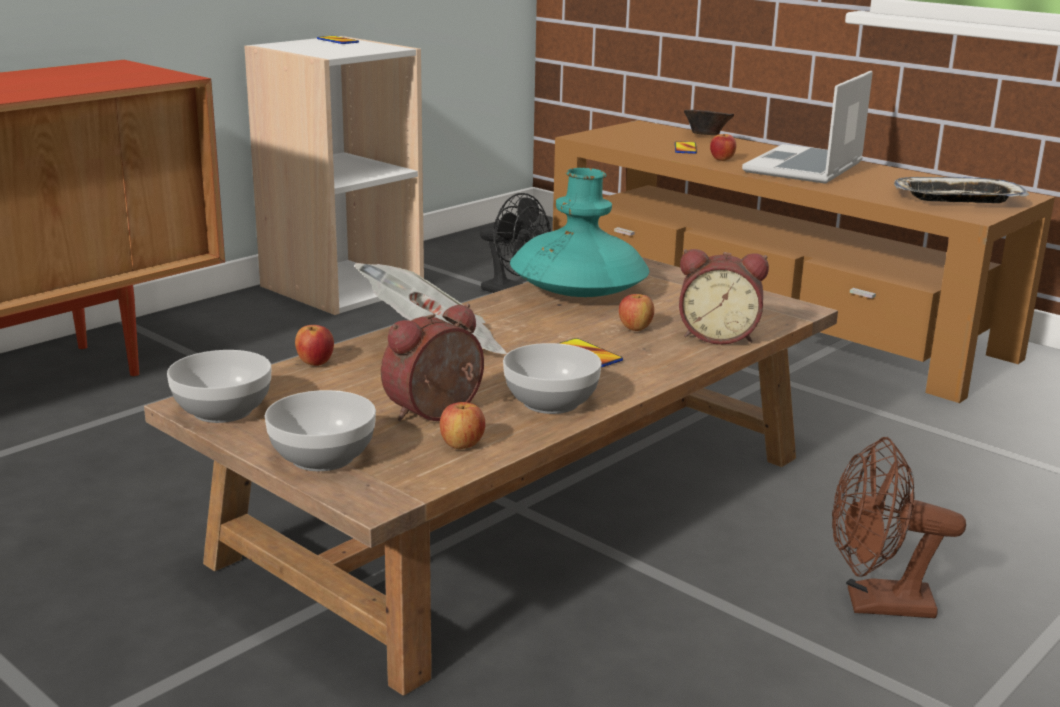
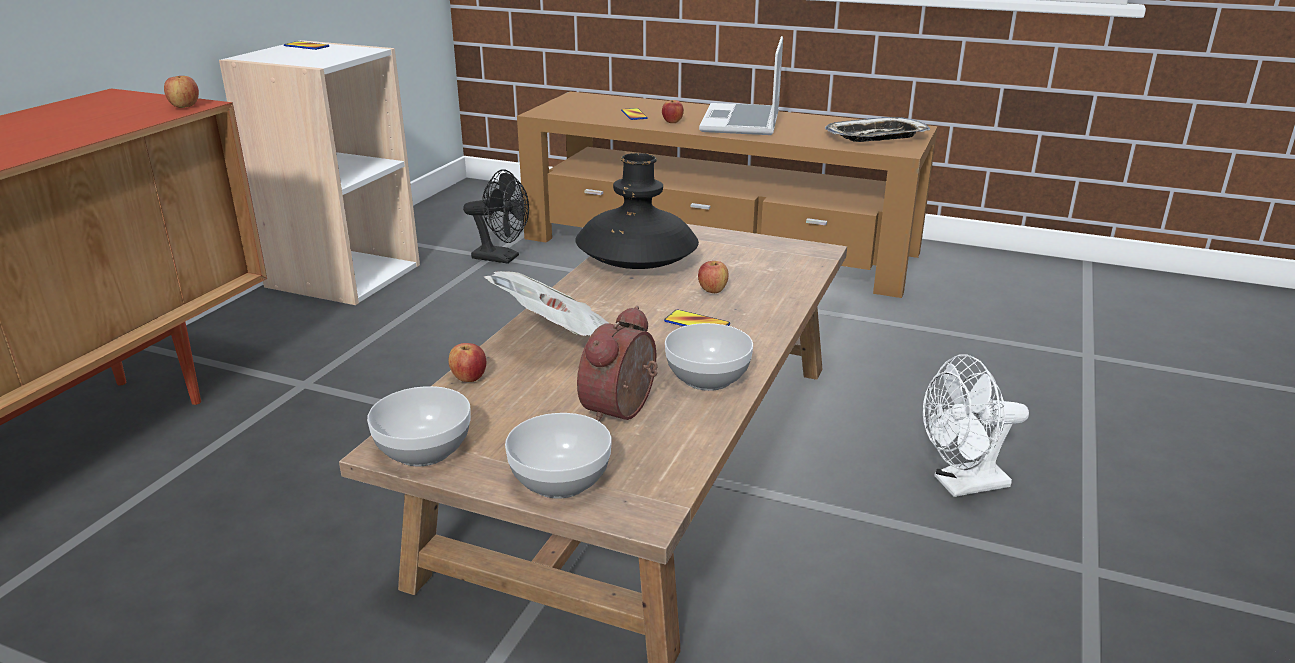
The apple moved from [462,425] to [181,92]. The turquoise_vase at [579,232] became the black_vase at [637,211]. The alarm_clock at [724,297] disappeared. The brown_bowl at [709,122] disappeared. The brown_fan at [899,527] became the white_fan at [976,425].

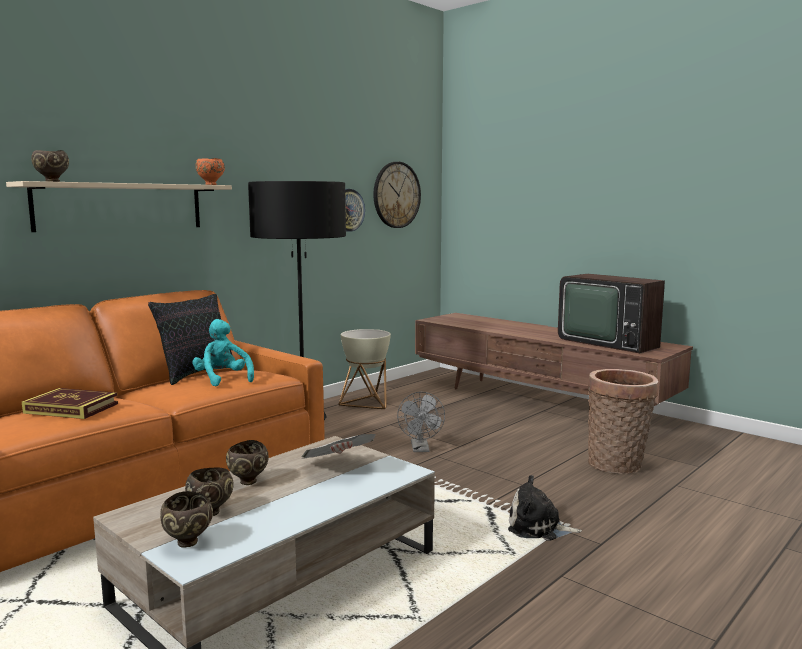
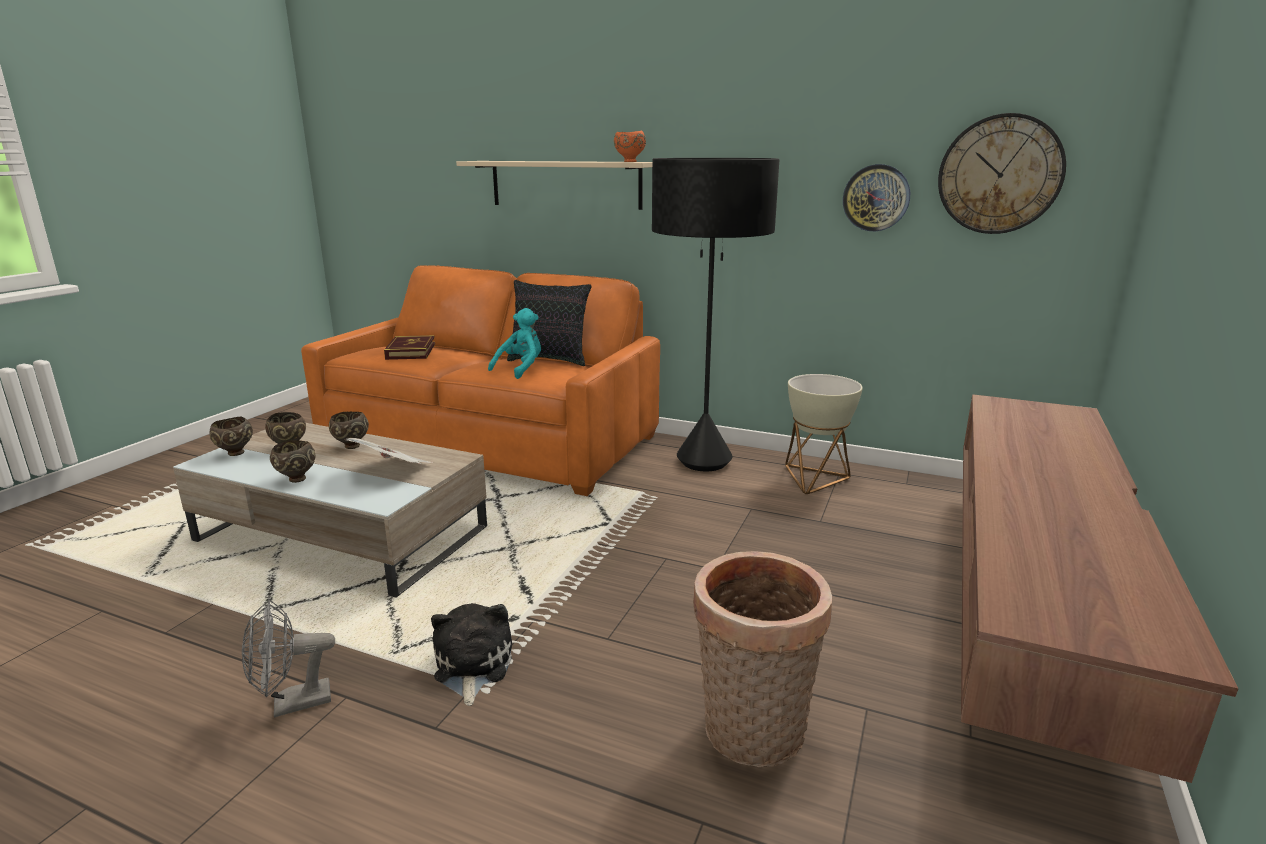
The brown_bowl moved from [50,166] to [292,461]. The grey_fan moved from [421,422] to [288,658]. The television at [611,313] disappeared.

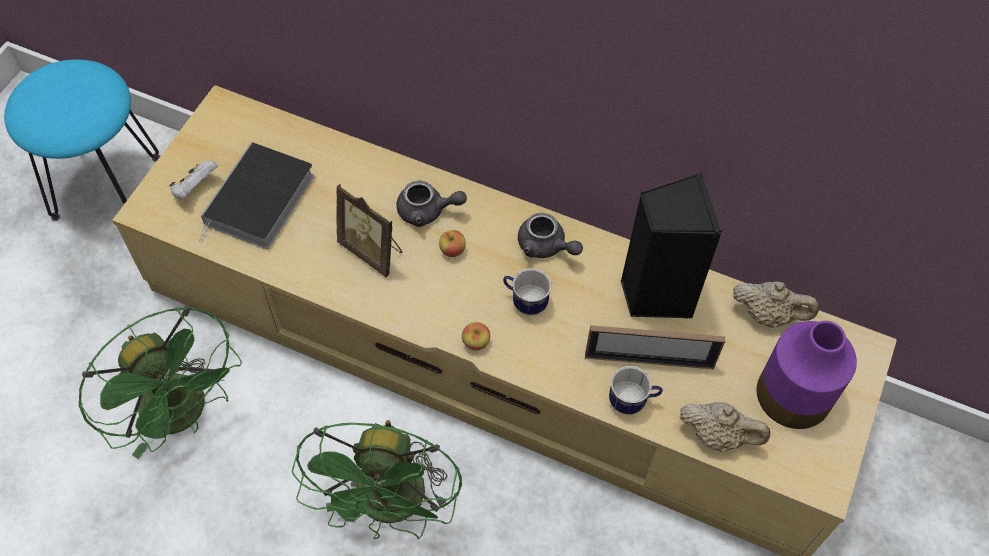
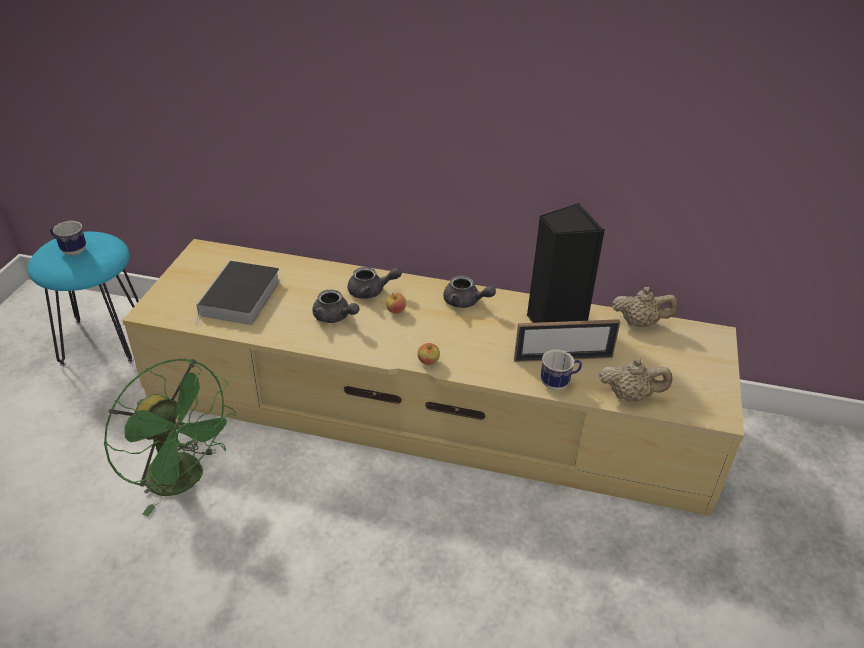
The white_game_controller at [193,180] disappeared. The green_fan at [377,479] disappeared. The picture_frame at [369,230] was replaced by the grey_teapot at [336,306]. The mug moved from [527,292] to [68,238]. The purple_vase at [807,375] disappeared.

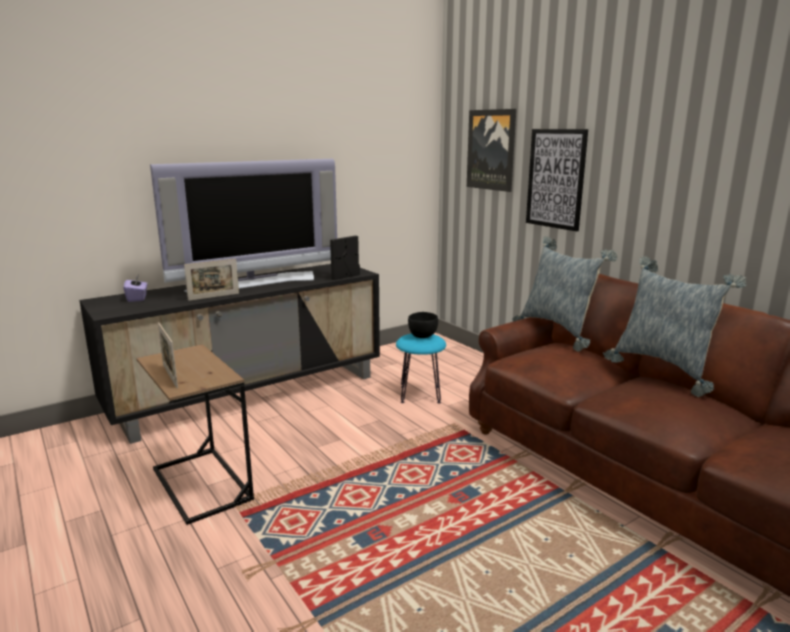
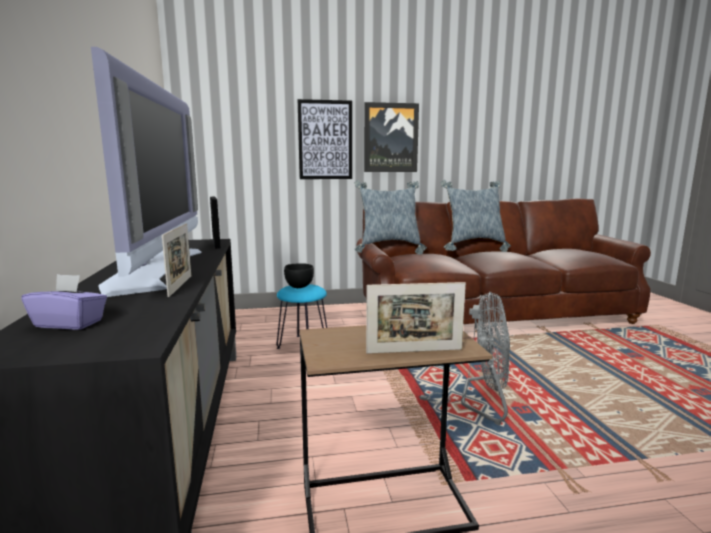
The picture moved from [491,150] to [391,137]. The grey_fan at [464,358] appeared.

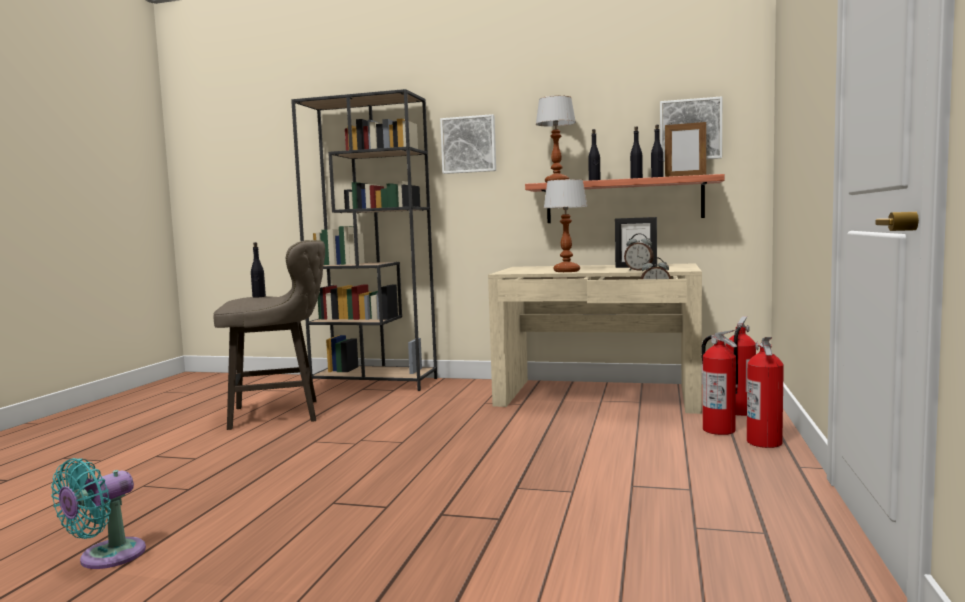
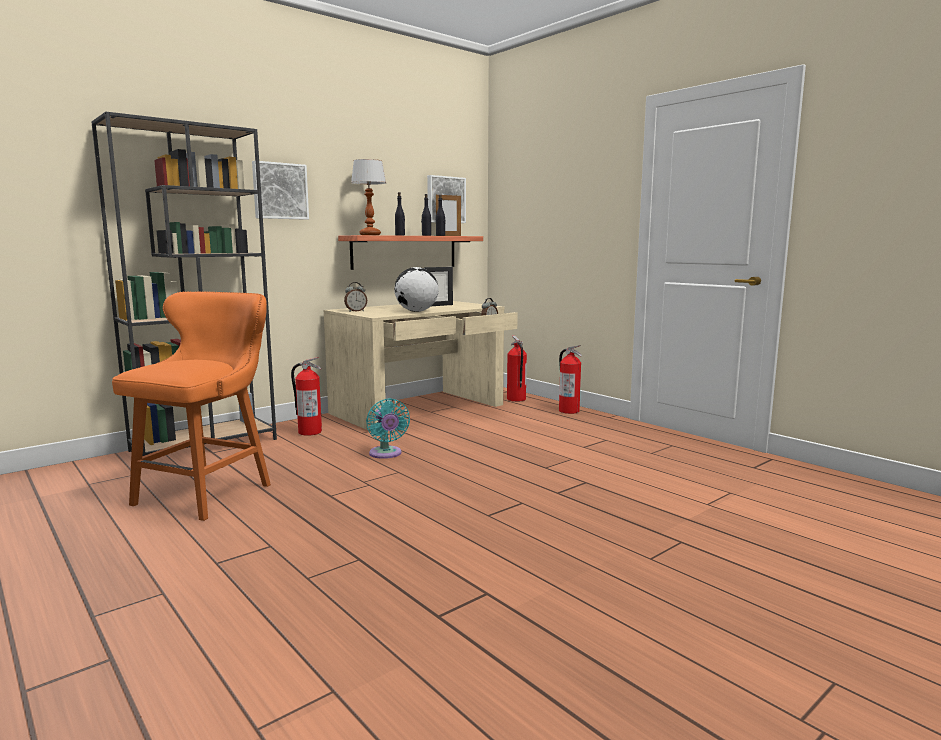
The turquoise_fan moved from [98,513] to [388,428]. The beige_stool at [269,335] became the orange_stool at [191,406]. The black_bottle at [258,269] disappeared. The table_lamp at [566,225] was replaced by the globe at [417,289]. The alarm_clock moved from [639,252] to [355,297]. The fire_extinguisher moved from [719,382] to [306,396].

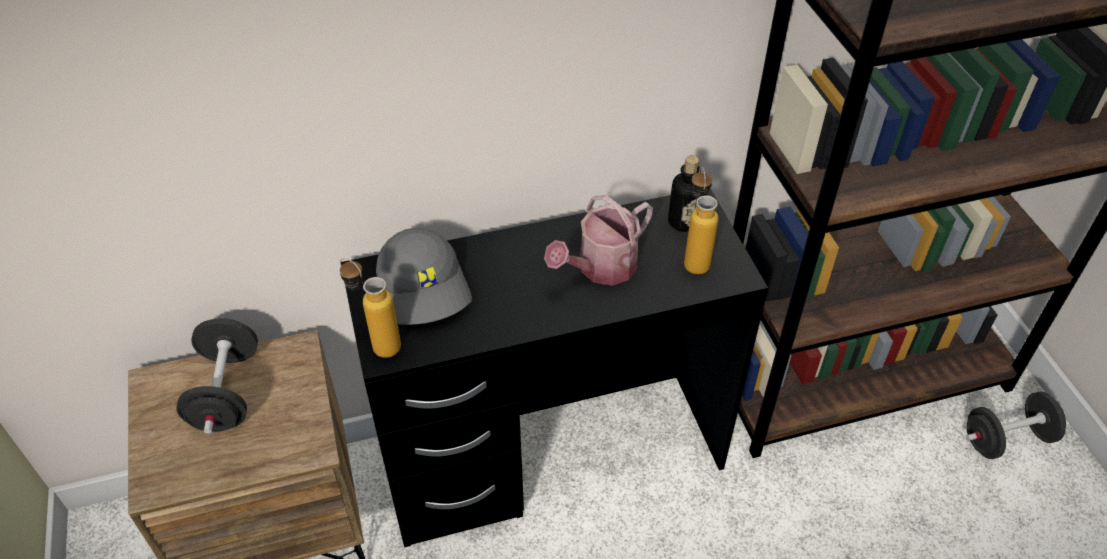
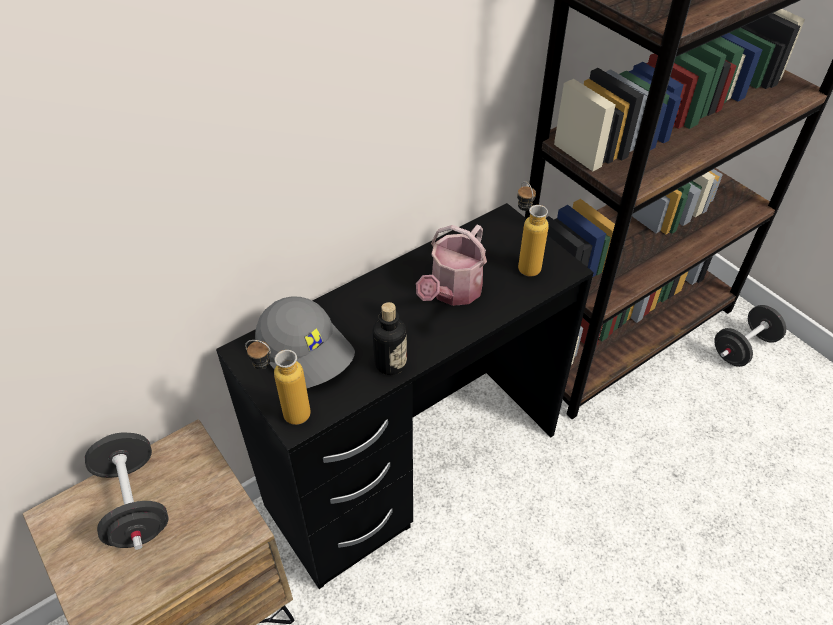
The bottle moved from [684,193] to [389,338].

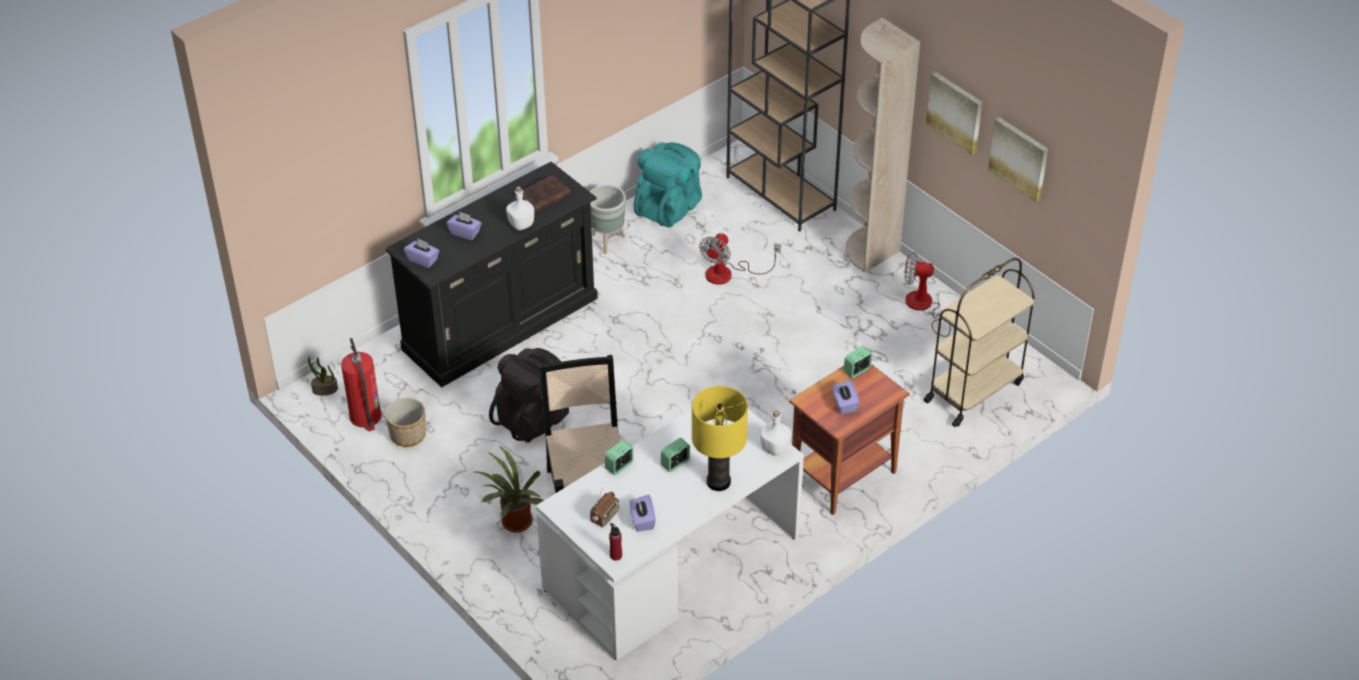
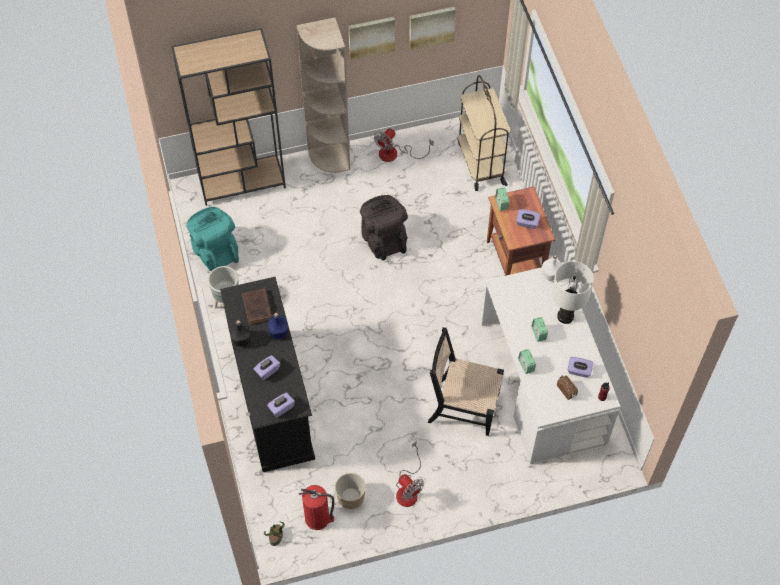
The potted_plant at [509,489] disappeared. The black_backpack moved from [529,395] to [384,228]. The white_bottle at [520,208] became the blue_bottle at [278,326]. The yellow_table_lamp at [720,438] became the white_table_lamp at [573,292]. The fan moved from [740,259] to [410,474]. The black_bottle at [240,333] appeared.

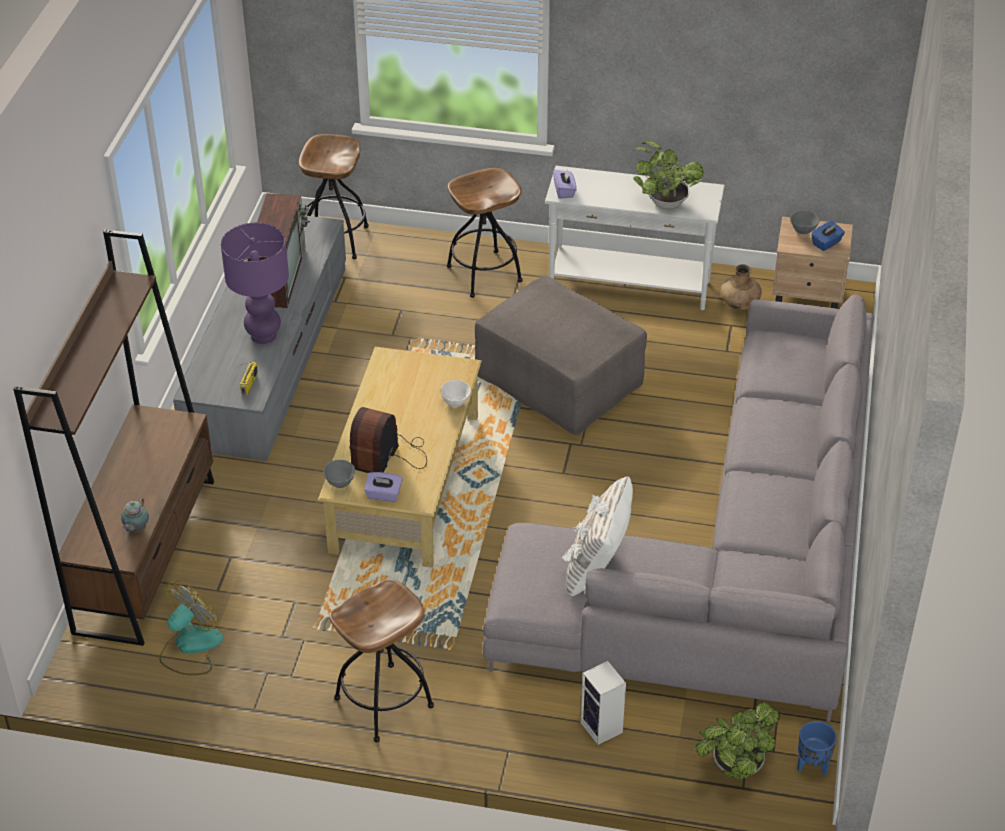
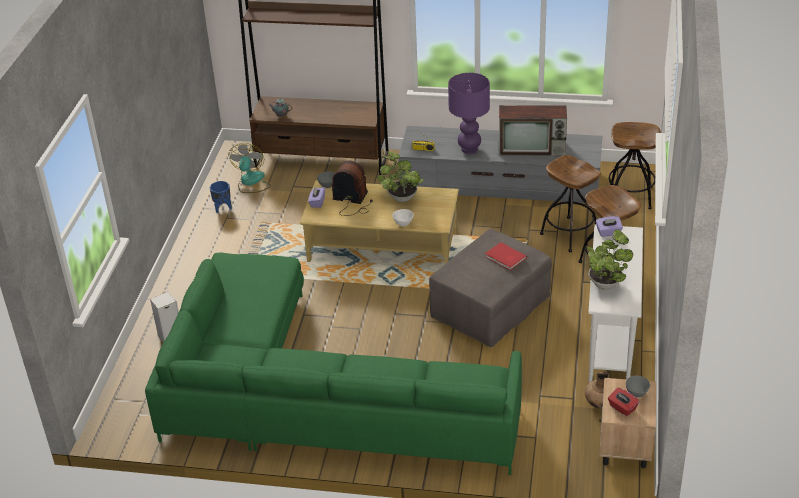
The fan at [191,627] turned 120 degrees counterclockwise. The brown_stool moved from [381,660] to [570,203]. The grey_sofa at [678,508] became the green_sofa at [333,364]. The white_pillow at [597,536] disappeared. The potted_plant moved from [738,741] to [400,177]. The blue_planter moved from [817,748] to [221,197]. The blue_tissue_box at [828,236] became the red_tissue_box at [623,401]. The red_book at [506,256] appeared.

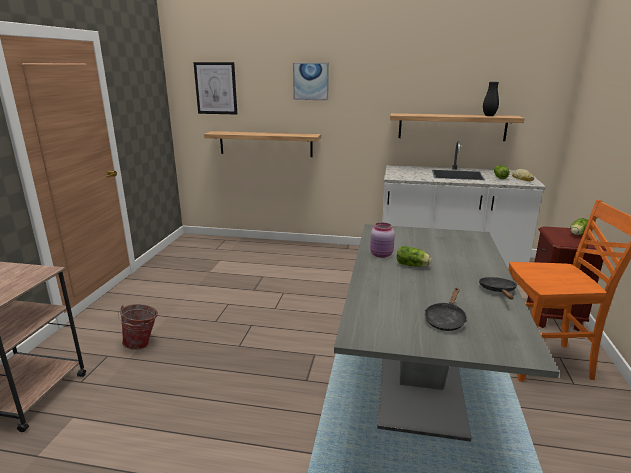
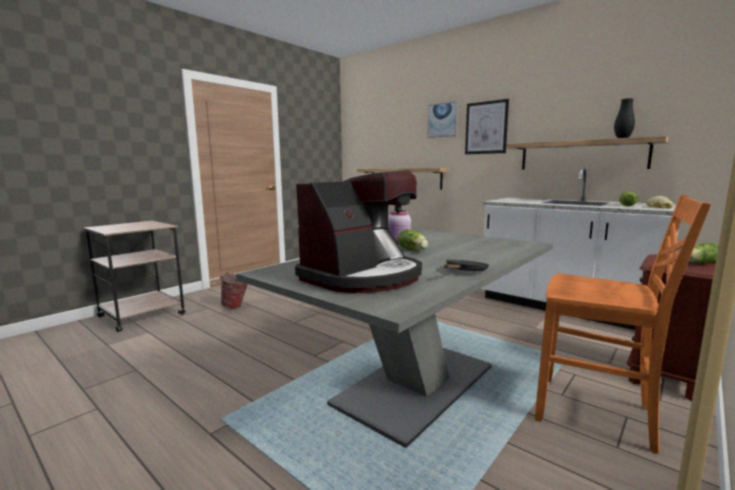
The picture moved from [215,88] to [487,126]. The black_frying_pan at [446,309] was replaced by the coffee_machine at [358,232].

